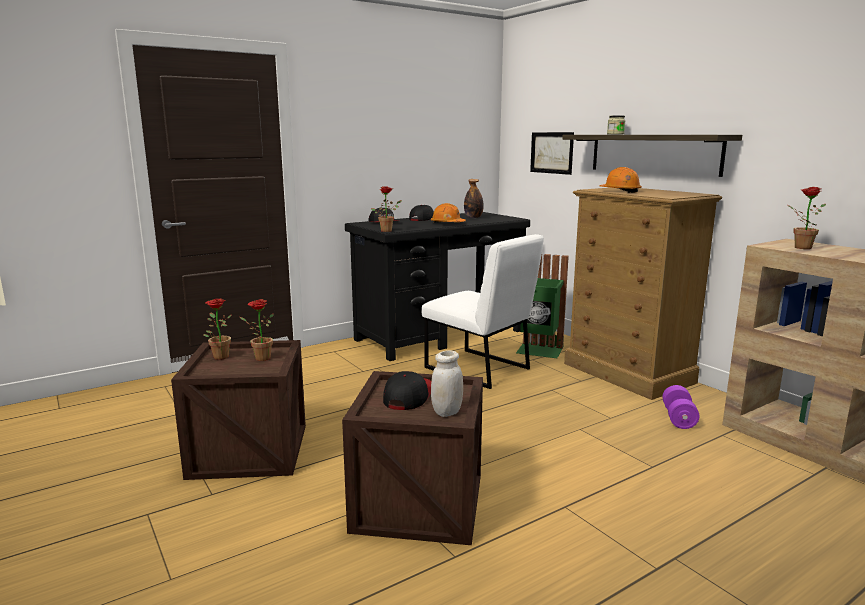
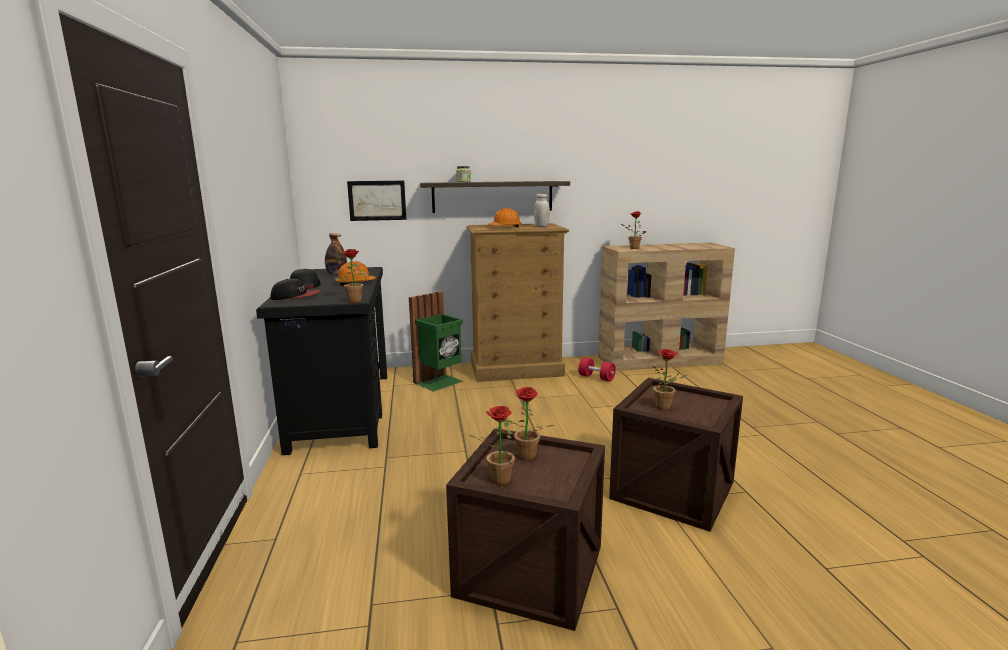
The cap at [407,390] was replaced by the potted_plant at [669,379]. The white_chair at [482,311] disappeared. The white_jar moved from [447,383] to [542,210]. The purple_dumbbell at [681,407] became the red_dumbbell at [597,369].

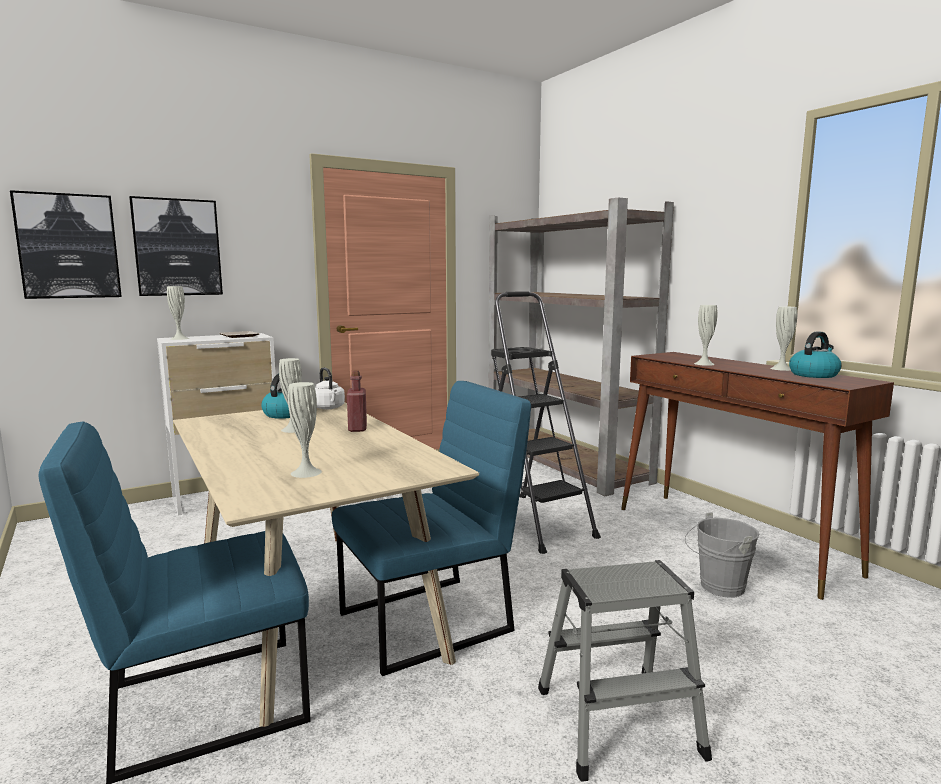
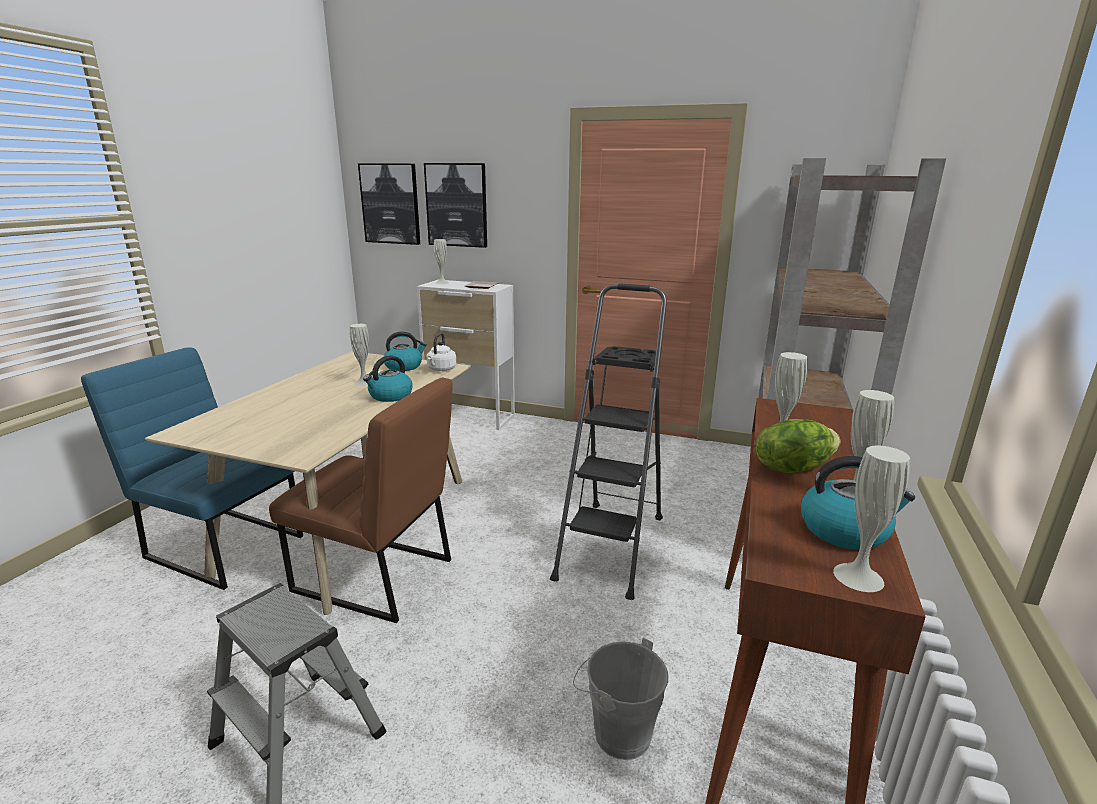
The white_vase moved from [305,430] to [871,518]. The blue_chair at [431,528] became the brown_chair at [361,500]. The red_bottle at [357,401] was replaced by the kettle at [388,378]. The lettuce at [798,446] appeared.

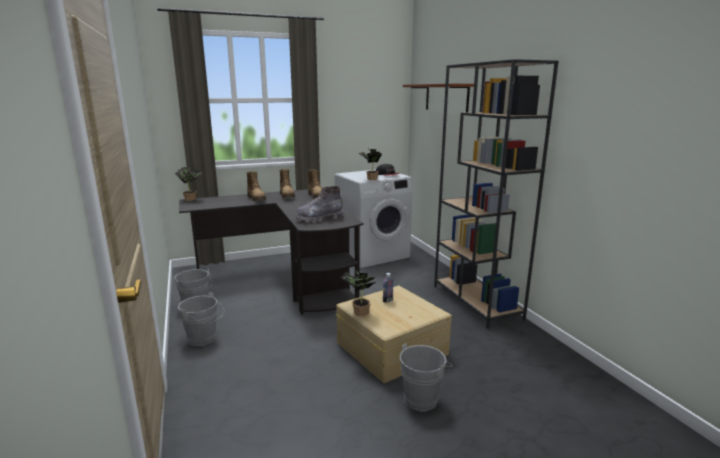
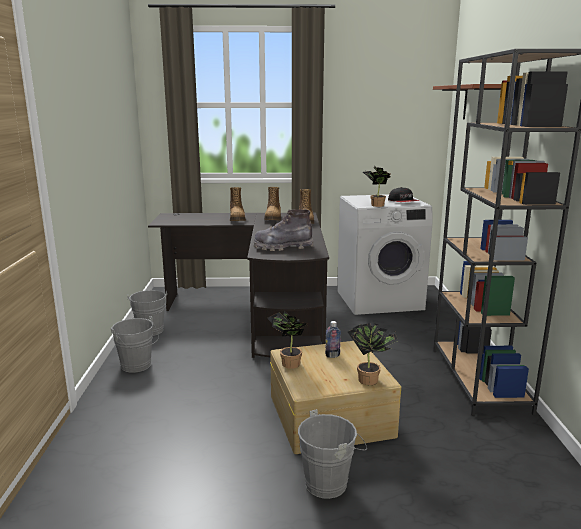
The potted_plant moved from [188,184] to [373,354].

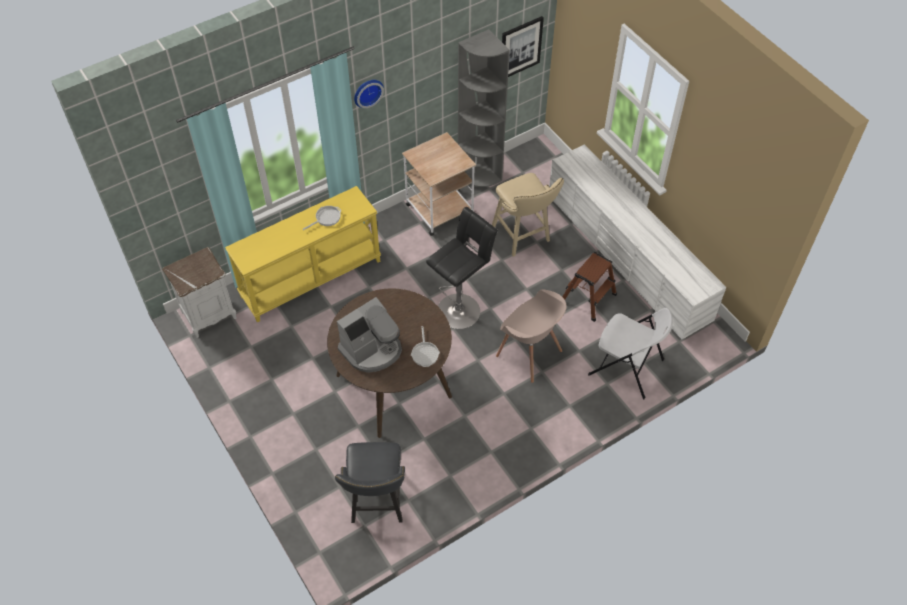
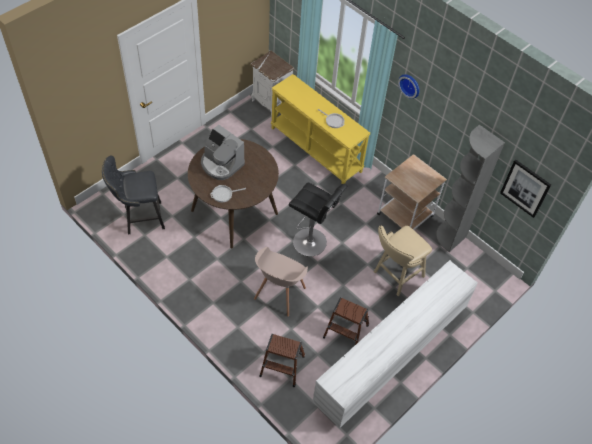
The white_chair at [630,354] was replaced by the brown_step_ladder at [282,360].

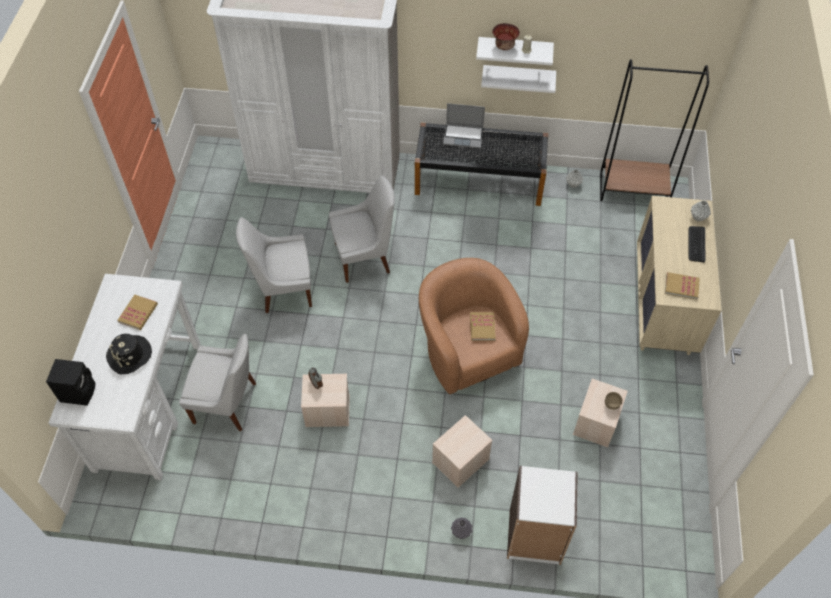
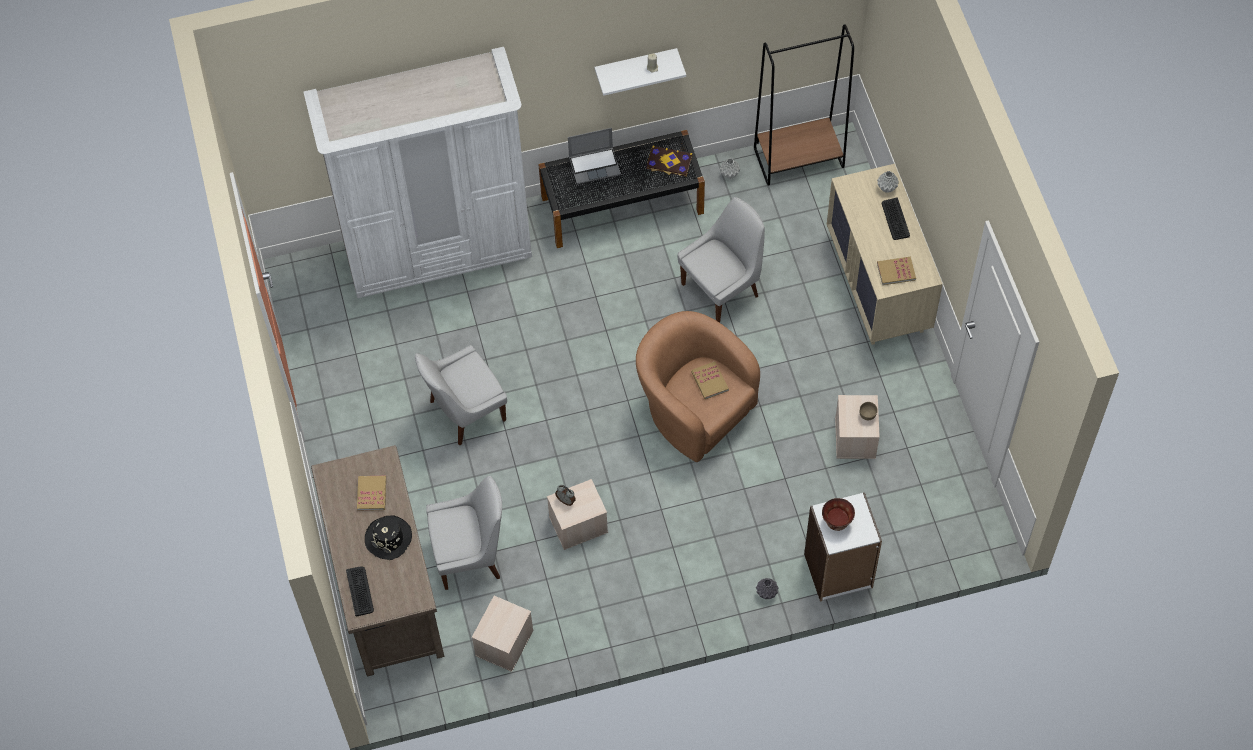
The black_speaker at [71,382] was replaced by the keyboard at [360,591]. The white_desk at [125,377] became the brown_desk at [377,560]. The white_chair moved from [362,229] to [721,260]. The beige_storage_box moved from [462,451] to [502,634]. The white_shelf at [518,79] disappeared. The bowl moved from [506,36] to [838,514]. The book at [669,161] appeared.

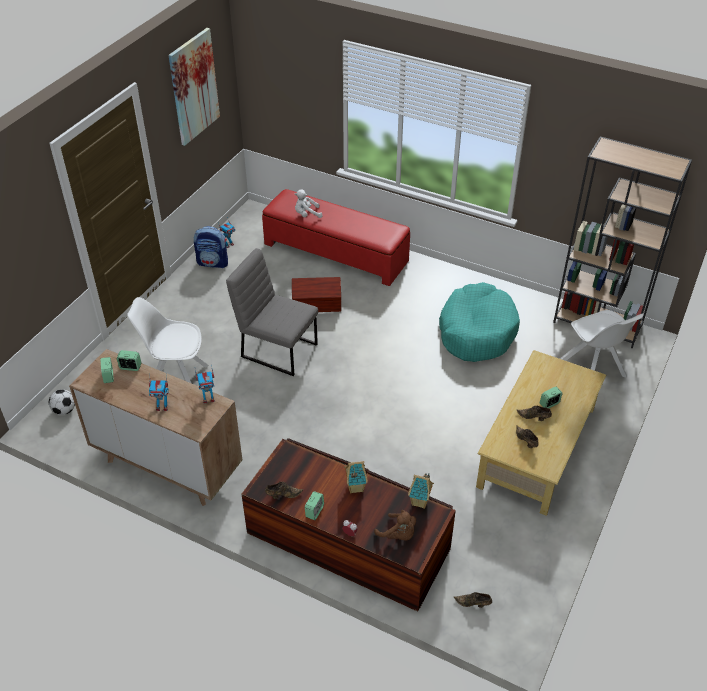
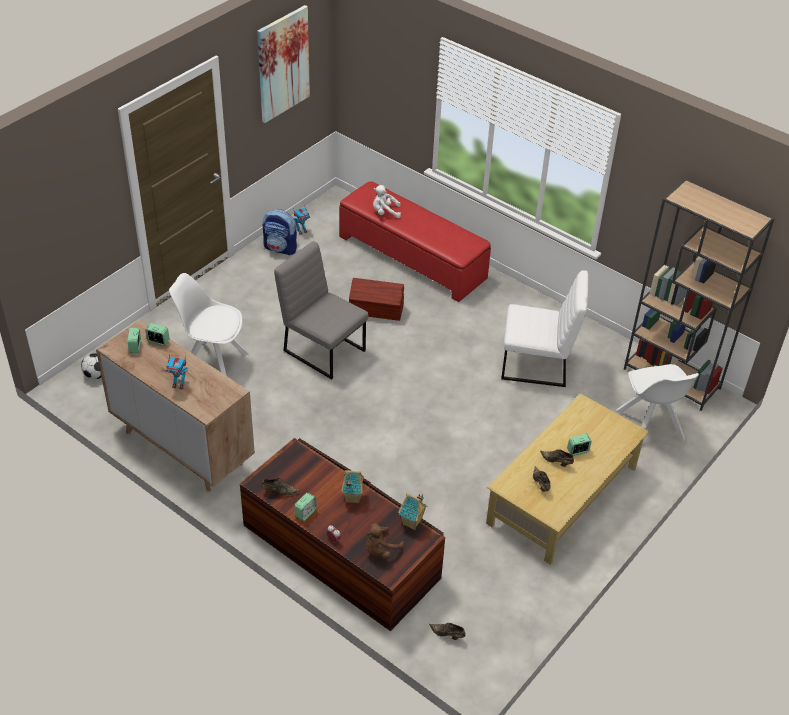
The toy_robot at [205,384] disappeared. The brown_plush_toy at [395,525] turned 90 degrees clockwise. The turquoise_dog_bed at [479,322] was replaced by the white_chair at [545,328].

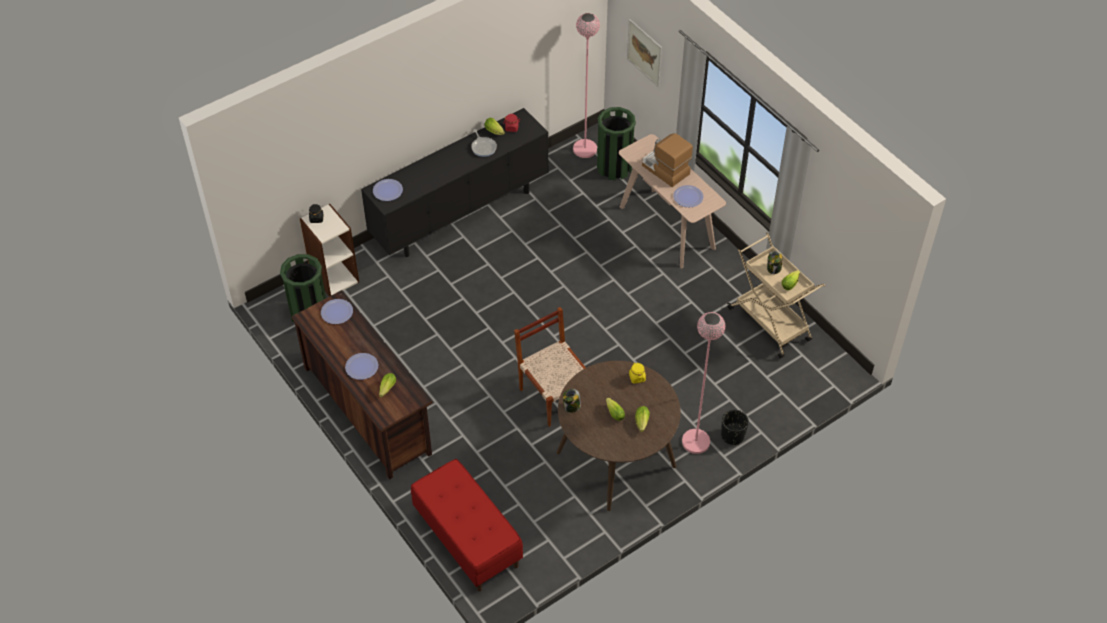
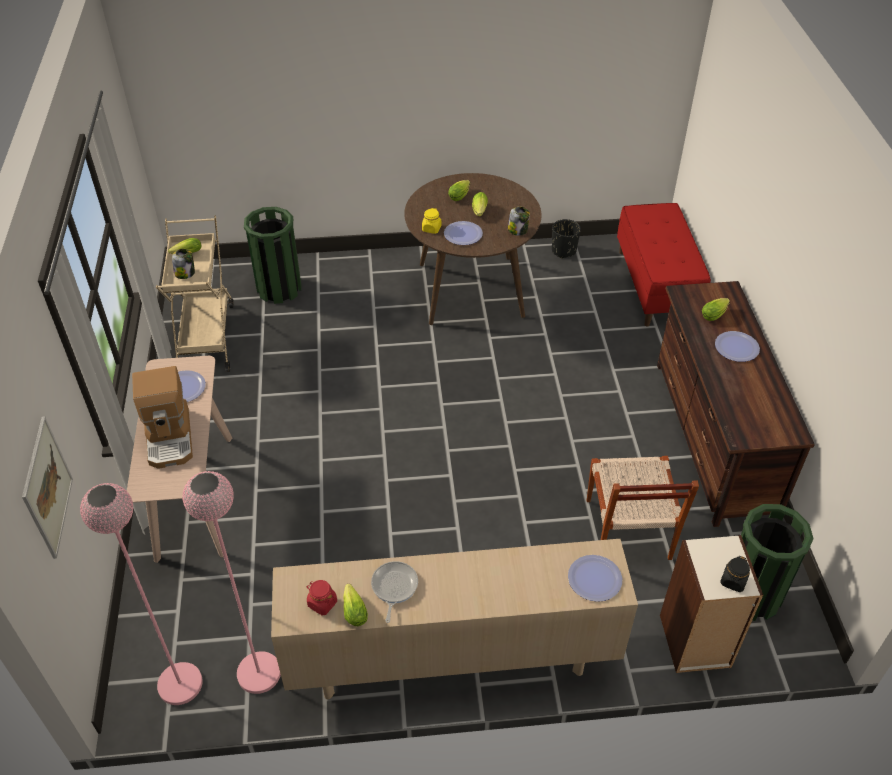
The plate moved from [337,311] to [463,233]. The black_cabinet at [454,182] became the beige_cabinet at [454,619]. The chair moved from [550,367] to [643,508]. The green_trash_can moved from [616,143] to [272,255]. The pink_floor_lamp moved from [703,383] to [231,582]. The black_planter moved from [735,427] to [566,238].

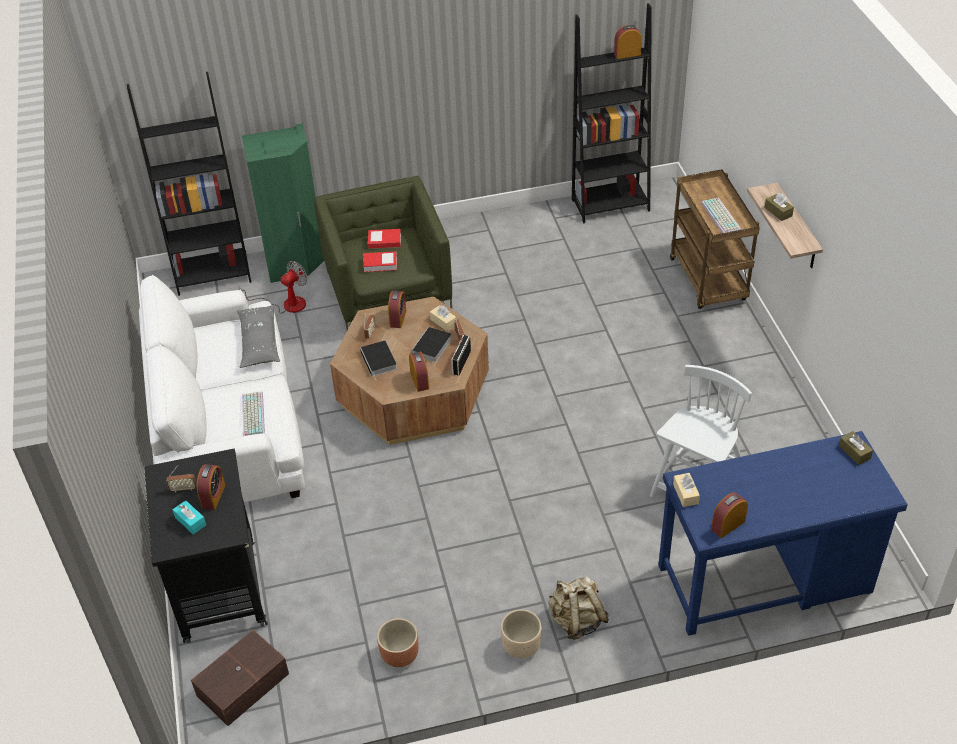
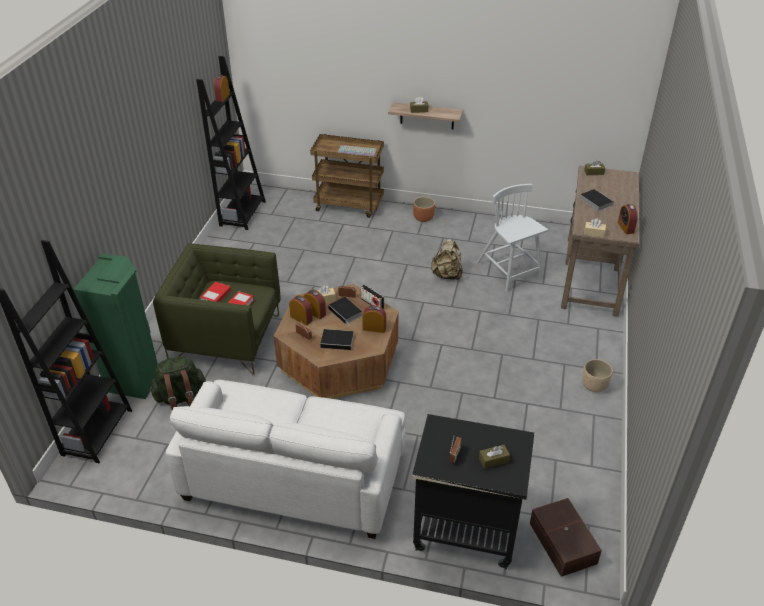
The turquoise_tissue_box at [189,517] became the brown_tissue_box at [494,457]. The alarm_clock moved from [211,487] to [314,304]. The grey_pillow at [258,336] disappeared. The fan at [273,287] was replaced by the green_backpack at [177,383]. The keyboard at [253,413] disappeared. The brown_planter moved from [398,642] to [424,209]. The beige_backpack moved from [578,608] to [447,259]. The blue_desk at [782,533] became the brown_desk at [600,241]. The book at [597,200] appeared.

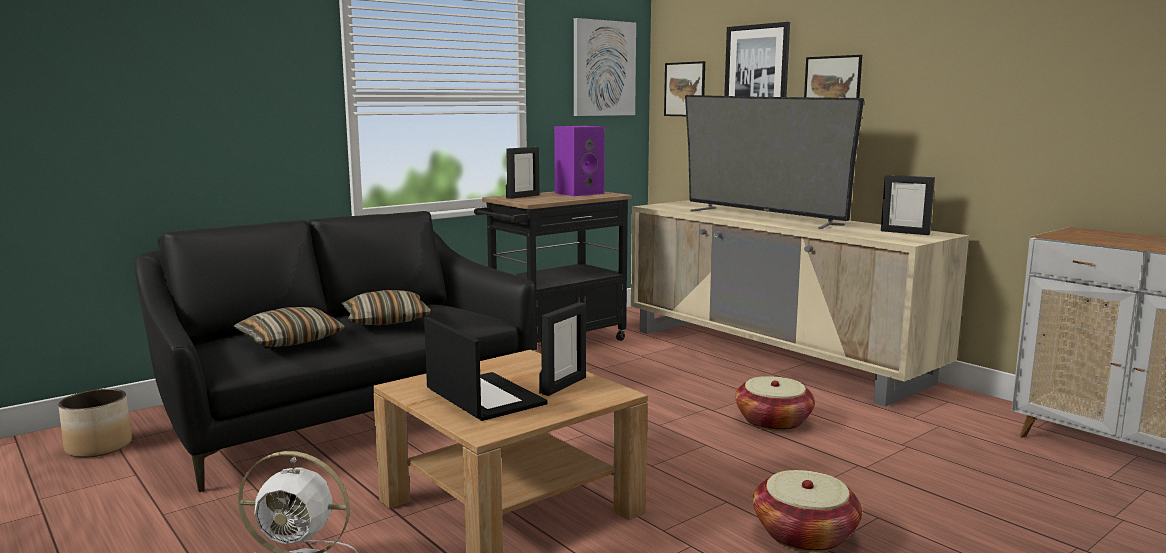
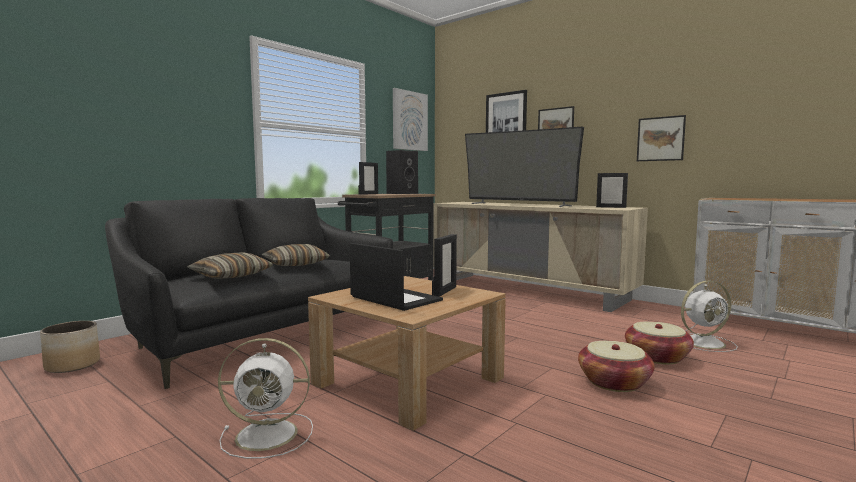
The purple_speaker at [579,161] became the black_speaker at [402,172]. The picture moved from [684,88] to [661,138]. The basket moved from [775,403] to [659,343]. The white_fan at [709,316] appeared.

